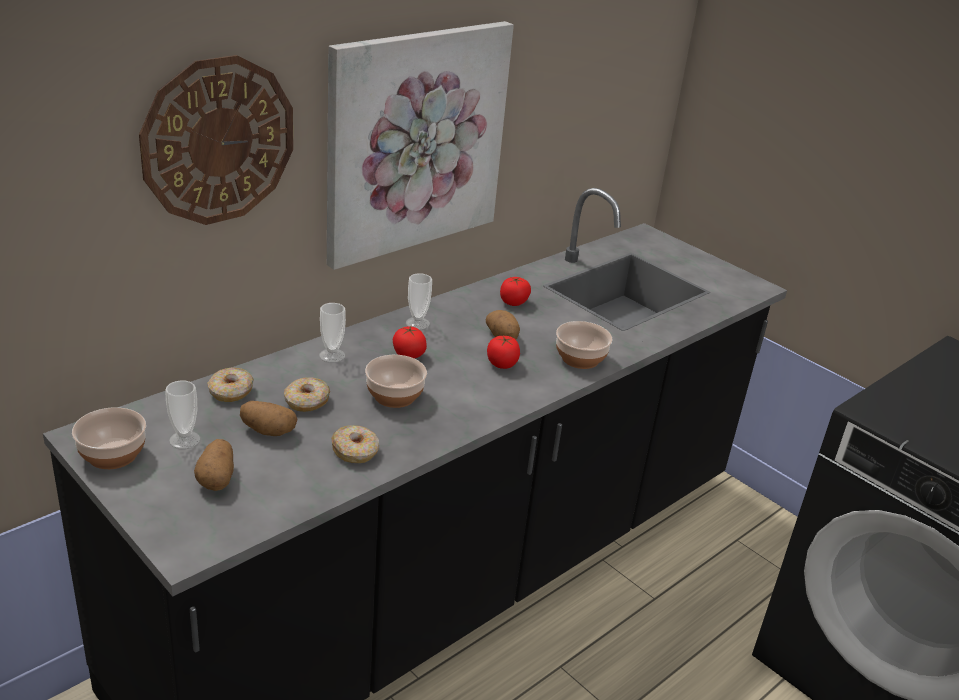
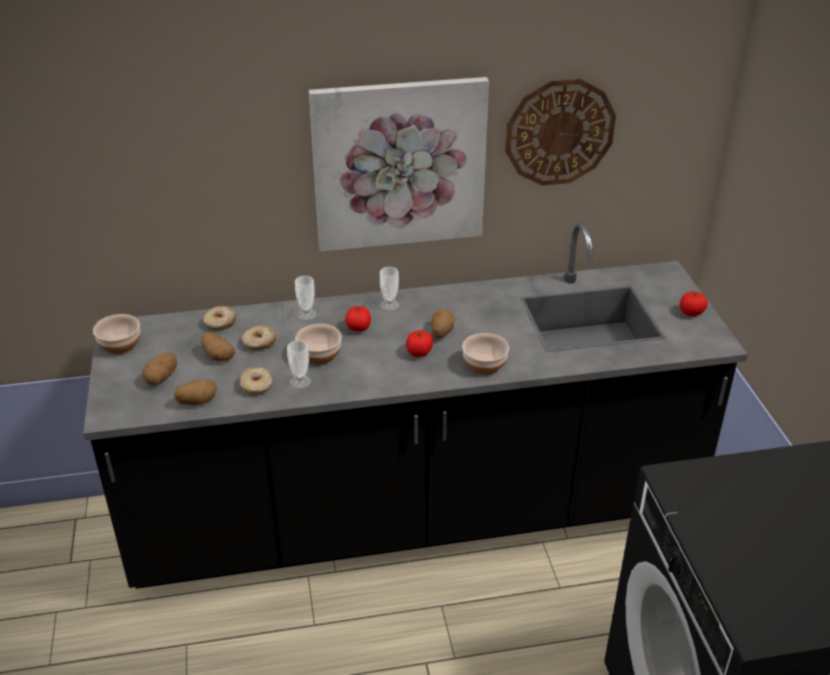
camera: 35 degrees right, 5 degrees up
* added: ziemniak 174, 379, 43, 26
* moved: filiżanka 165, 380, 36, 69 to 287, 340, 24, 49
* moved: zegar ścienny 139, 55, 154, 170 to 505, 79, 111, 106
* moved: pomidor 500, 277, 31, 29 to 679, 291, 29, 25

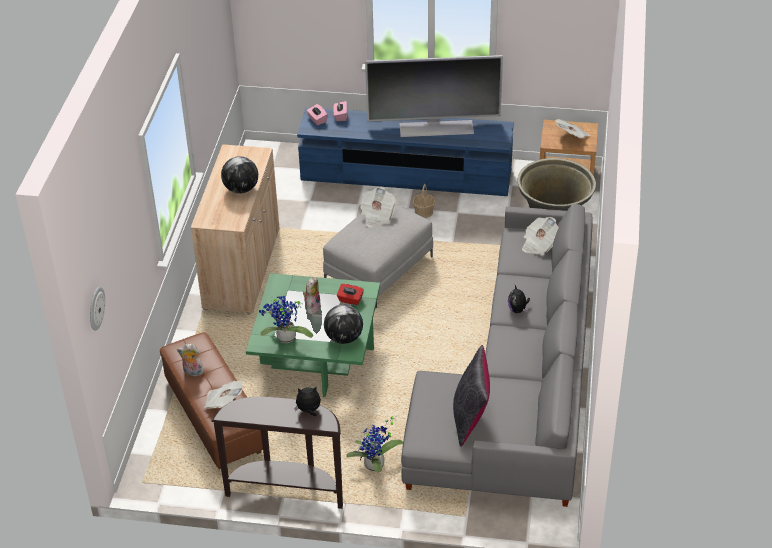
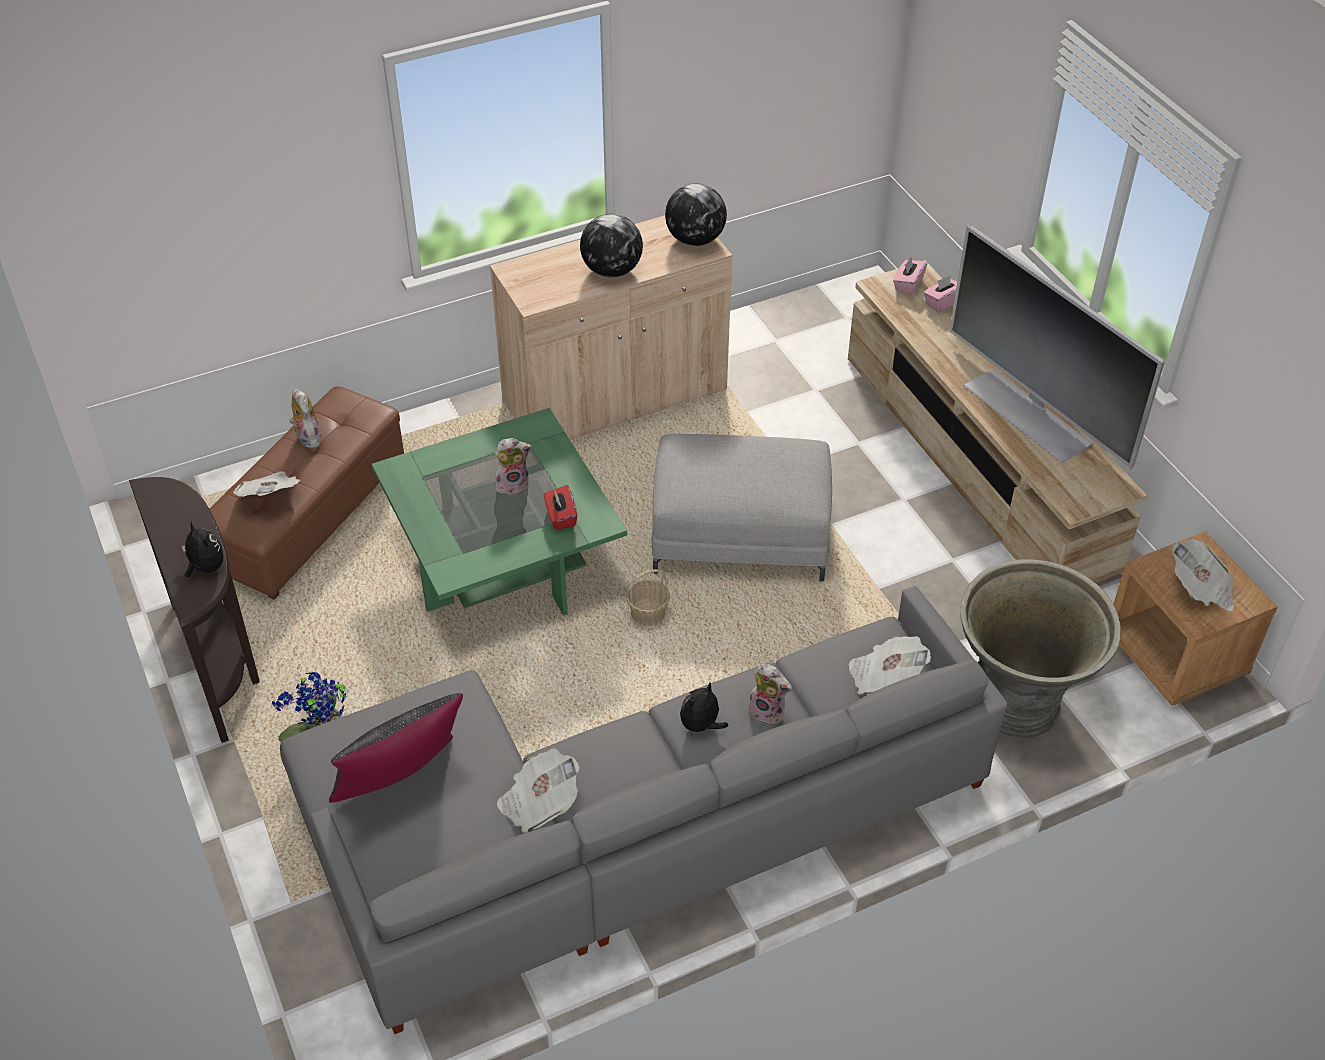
camera: 55 degrees right, 5 degrees up
* moved: gazeta 360, 187, 36, 40 to 497, 749, 83, 84
* moved: koszyk 413, 184, 22, 34 to 626, 569, 44, 57
* moved: globus 324, 305, 39, 39 to 665, 183, 62, 63
* added: pluszak 748, 664, 44, 62
* recoloured: szafka pod telewizor/niebieski 297, 107, 217, 89 to szafka pod telewizor/beżowy 848, 260, 299, 323
* removed: zegar ścienny 90, 287, 15, 44
* removed: roślina doniczkowa 259, 296, 54, 47

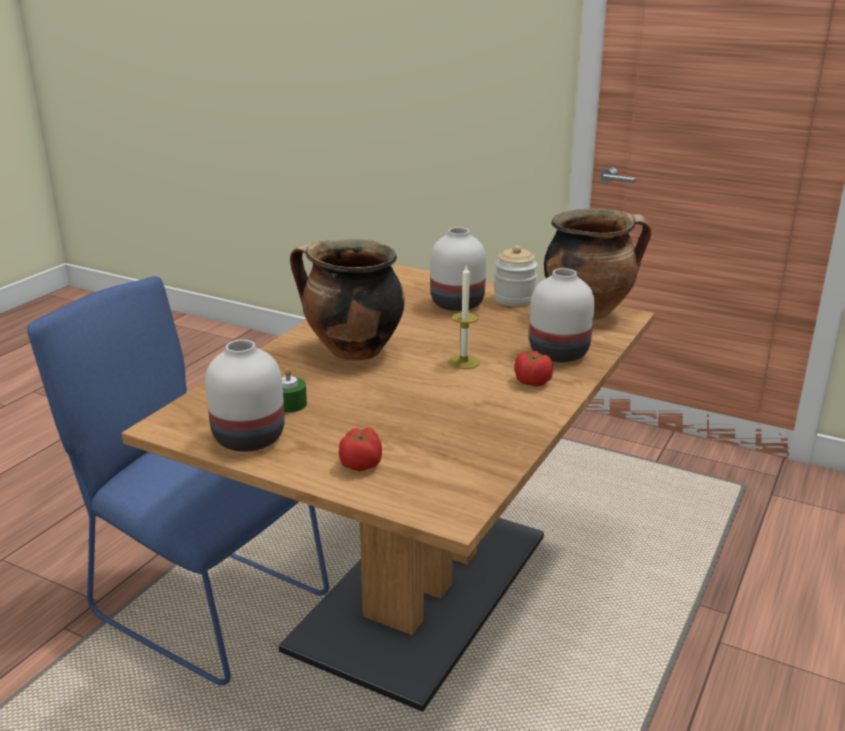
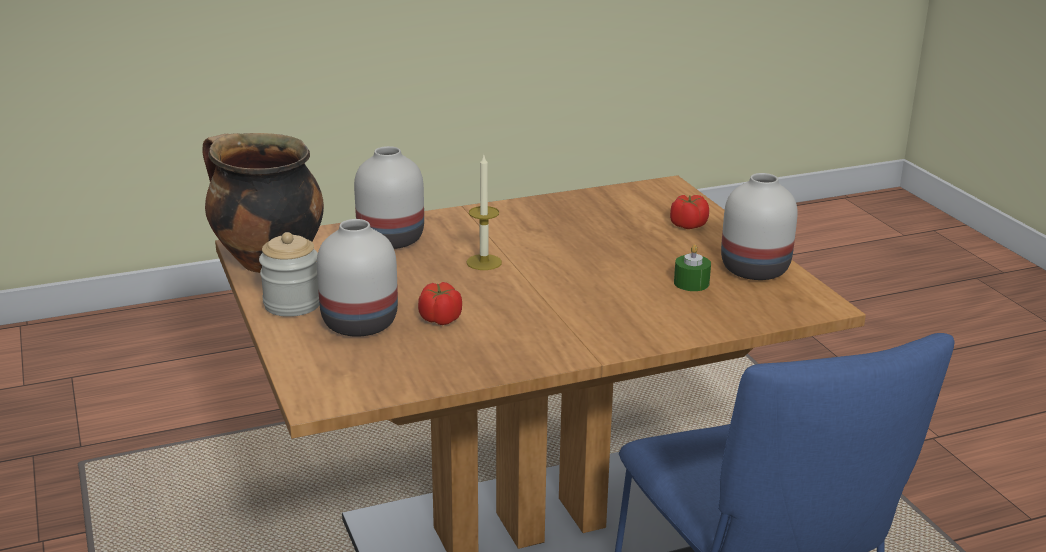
camera: 140 degrees left, 0 degrees up
* moved: pomidor 514, 351, 39, 35 to 418, 282, 44, 43
* removed: garnek 290, 239, 115, 121

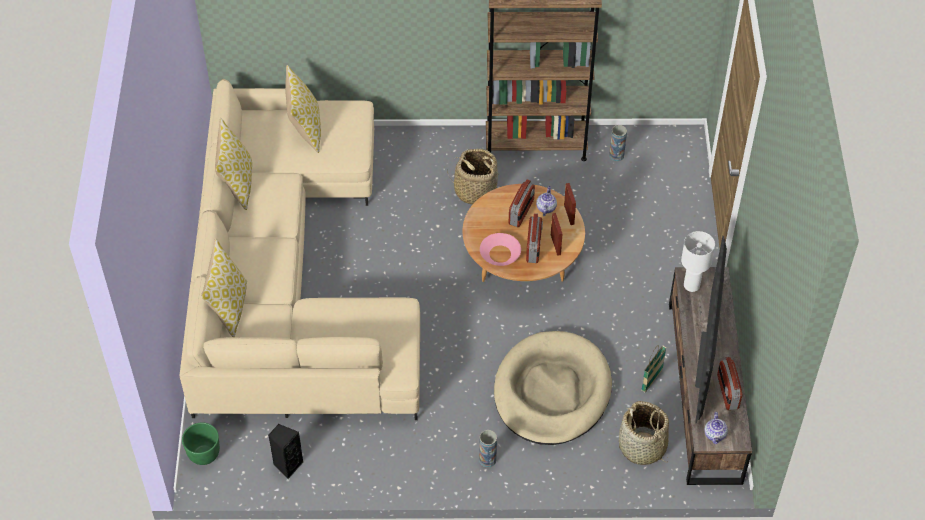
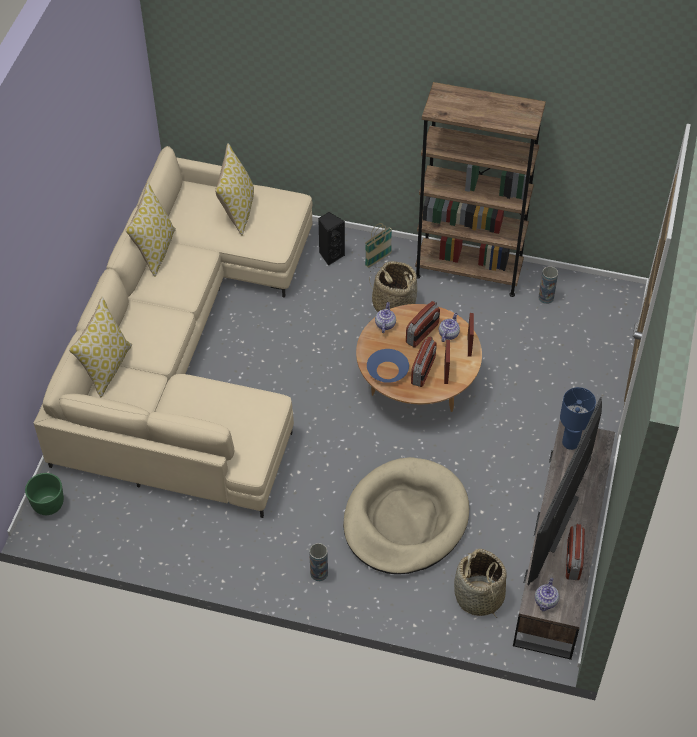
camera: 15 degrees right, 0 degrees up
* moved: głośnik/czarny 268, 424, 35, 55 to 318, 212, 27, 54
* moved: koszyk 641, 345, 26, 47 to 365, 223, 27, 45
* recoloured: miska/różowy 480, 233, 41, 33 to miska/niebieski 367, 349, 42, 34
* added: imbryk 375, 302, 21, 31
* recoloured: lampa stołowa/biały 681, 231, 34, 61 to lampa stołowa/niebieski 560, 387, 36, 63

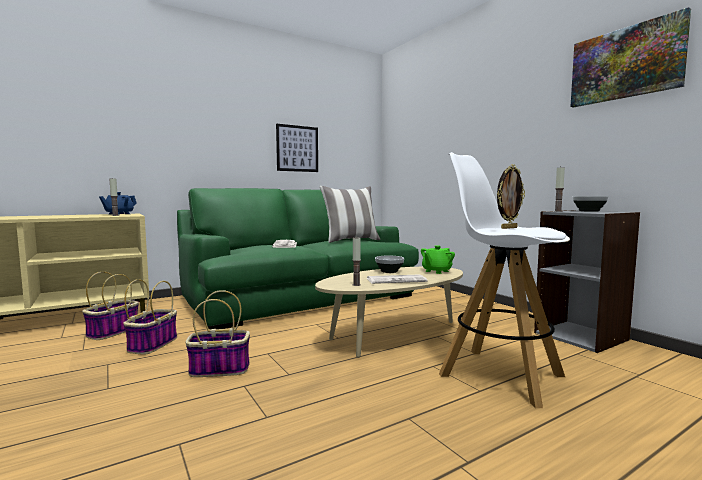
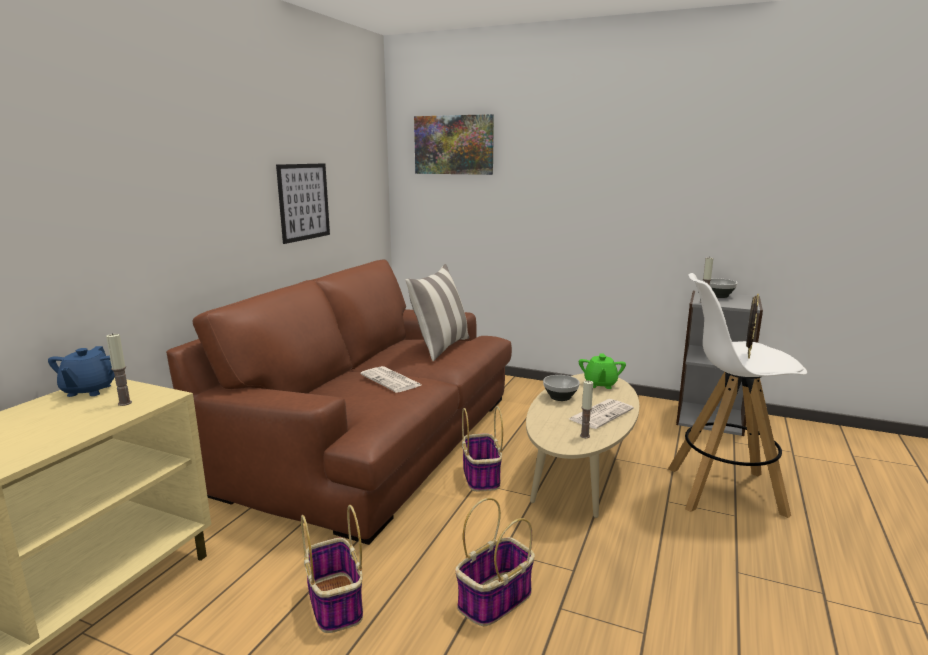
camera: 35 degrees left, 10 degrees up
* recoloured: kanapa/zielony 177, 188, 242, 141 to kanapa/brązowy 166, 260, 346, 285
* moved: obraz 570, 7, 121, 100 to 414, 114, 80, 61
* moved: koszyk 82, 272, 57, 68 to 462, 406, 41, 85

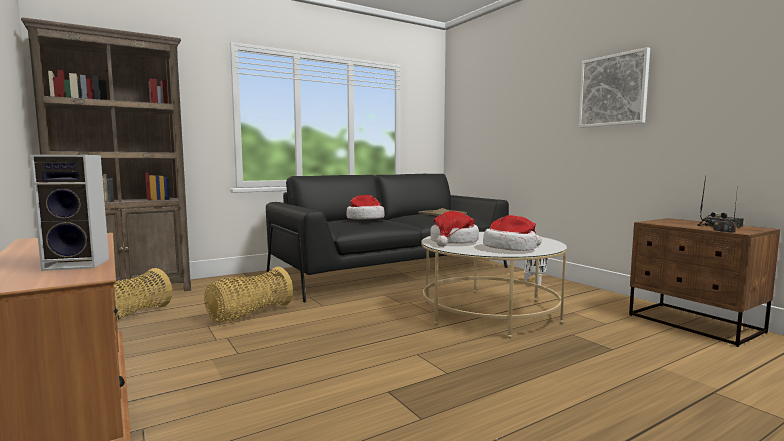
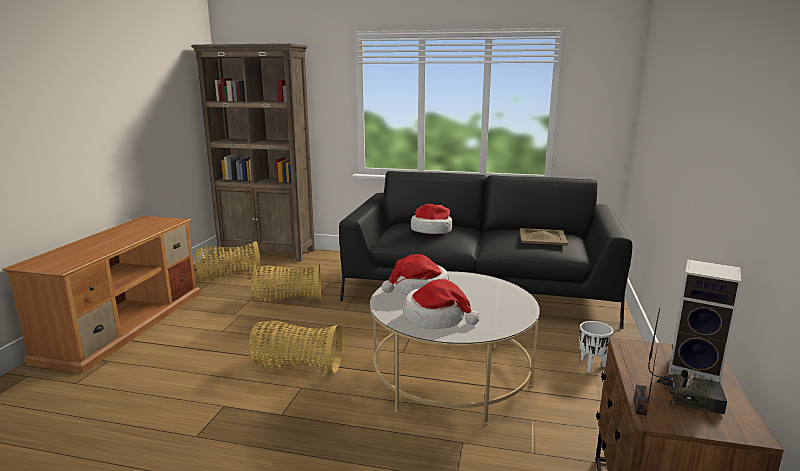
camera: 45 degrees right, 10 degrees up
* added: koszyk 248, 321, 95, 52
* moved: głośnik 29, 154, 80, 117 to 668, 259, 73, 124
* removed: obraz 579, 47, 71, 81

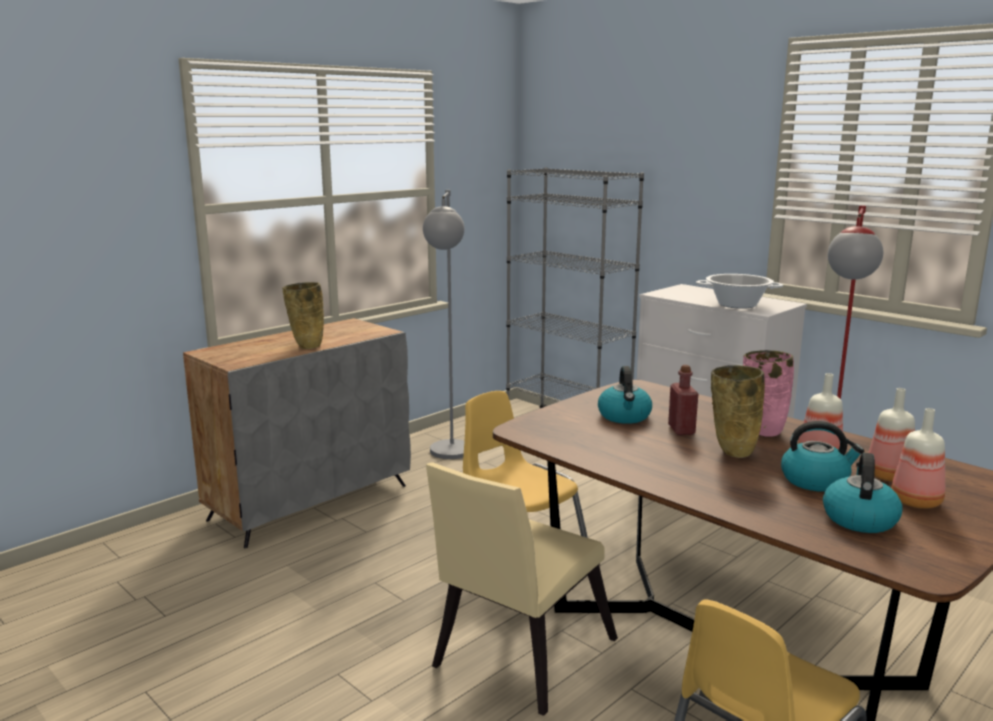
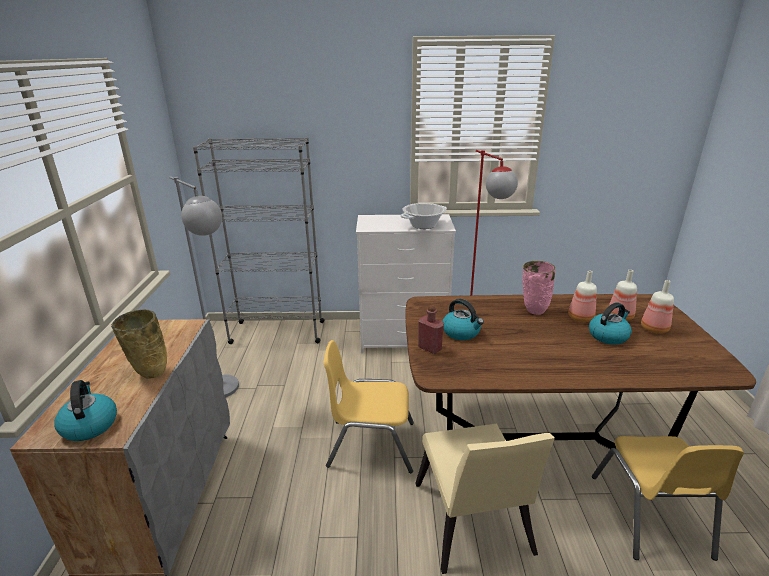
camera: 45 degrees left, 10 degrees up
* moved: czajnik 823, 453, 80, 80 to 54, 380, 63, 61
* moved: butelka/czerwony 668, 365, 30, 70 to 418, 305, 26, 49
* removed: wazon/beżowy 711, 365, 54, 93

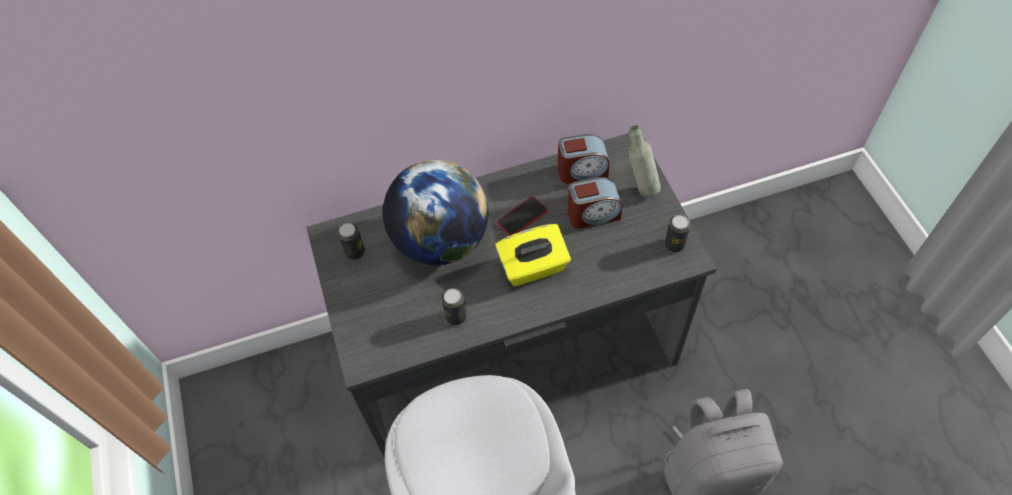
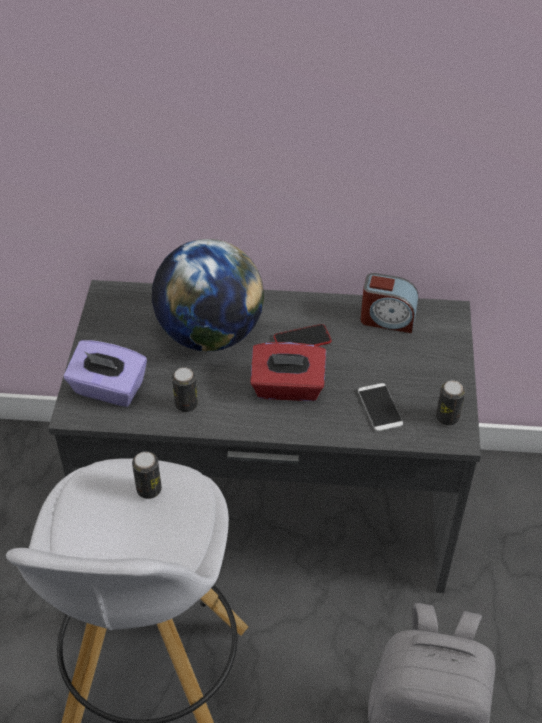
camera: 20 degrees right, 10 degrees down
* added: pudełko chusteczek/fioletowy 64, 340, 83, 67
* moved: puszka 337, 223, 28, 37 to 132, 452, 30, 47
* recoloured: pudełko chusteczek/żółty 495, 224, 76, 62 to pudełko chusteczek/czerwony 250, 342, 76, 59
* added: telefon 358, 383, 45, 48
* removed: budzik 568, 177, 54, 52
* removed: butelka/szary 628, 125, 33, 73

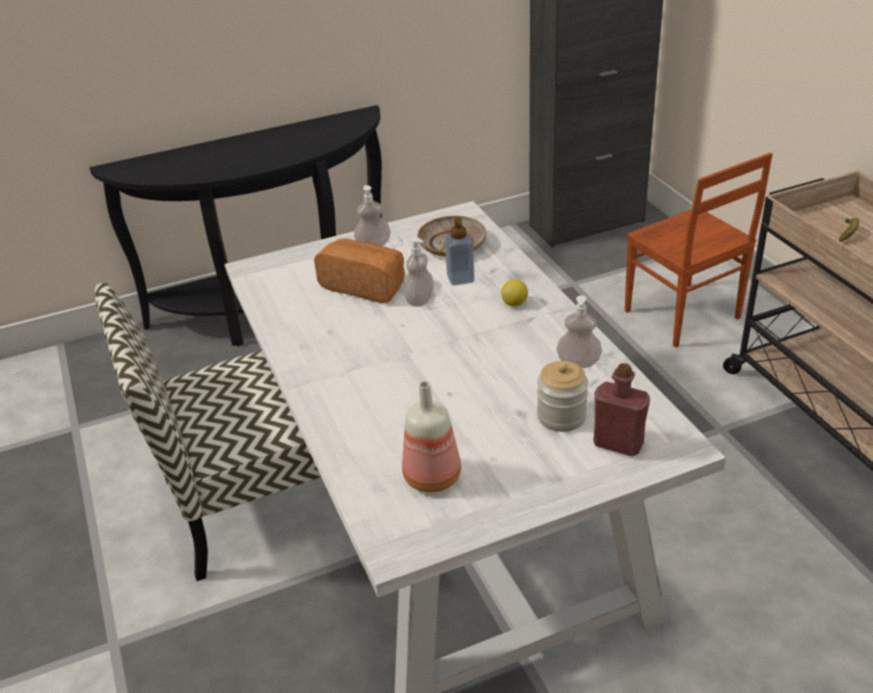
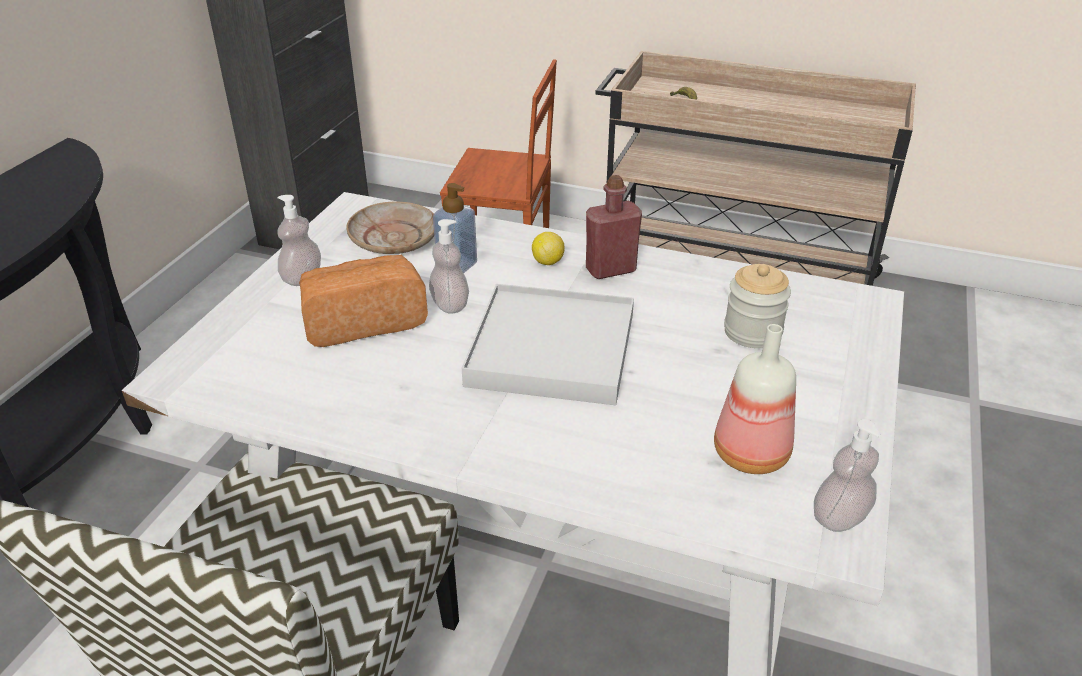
camera: 50 degrees left, 0 degrees up
* added: taca/biały 462, 284, 172, 121
* moved: butelka/czerwony 593, 363, 57, 94 to 586, 175, 56, 104
* moved: dozownik mydła 557, 295, 45, 73 to 814, 419, 67, 113

